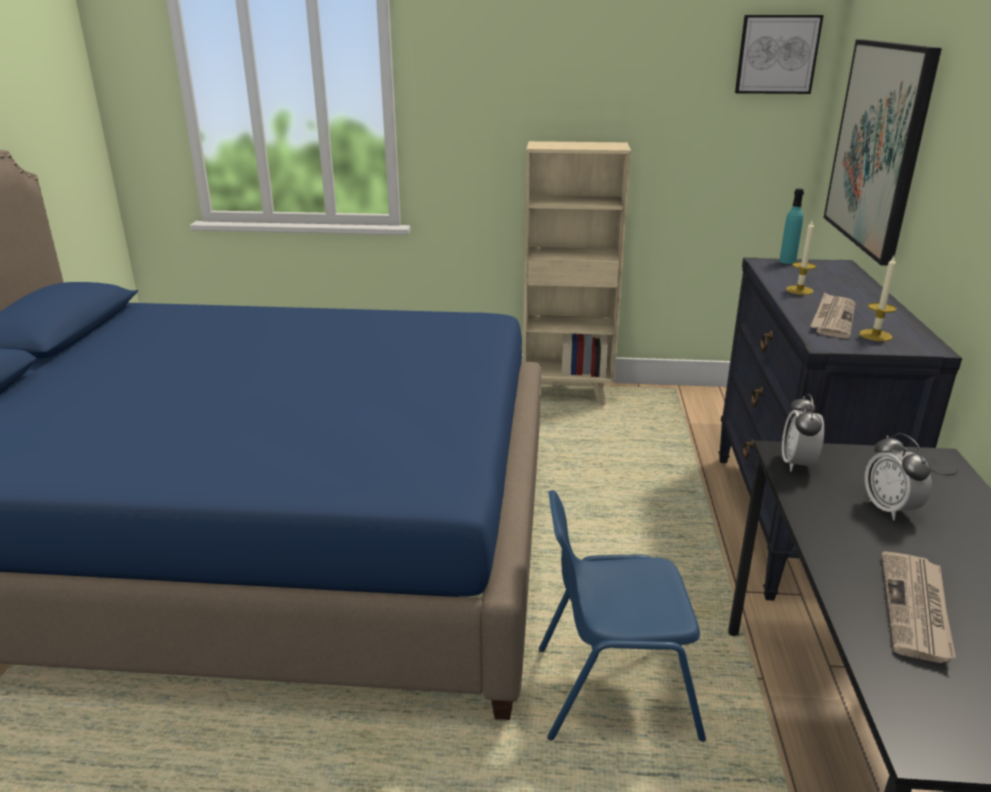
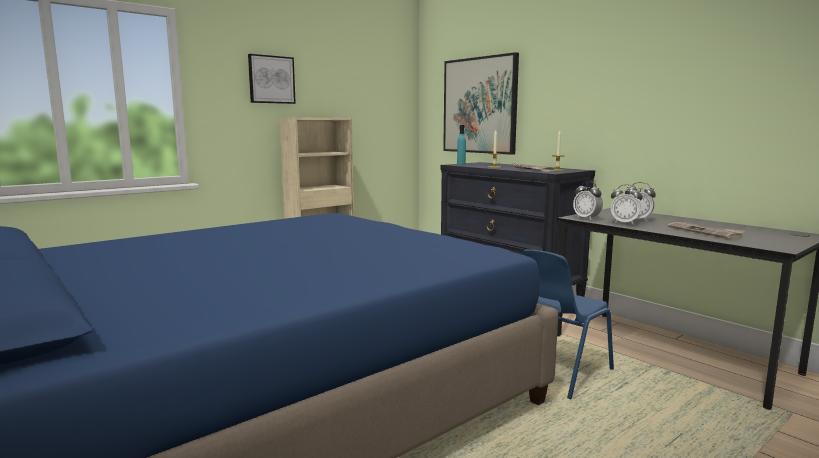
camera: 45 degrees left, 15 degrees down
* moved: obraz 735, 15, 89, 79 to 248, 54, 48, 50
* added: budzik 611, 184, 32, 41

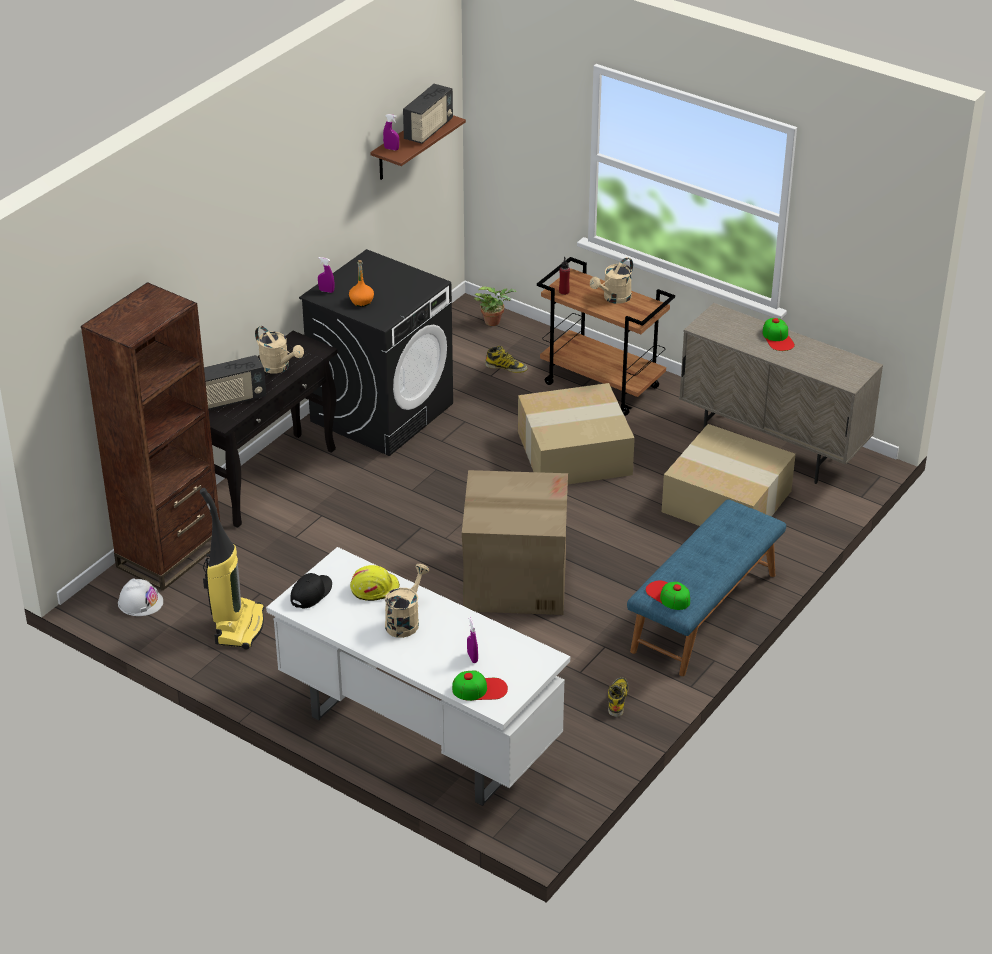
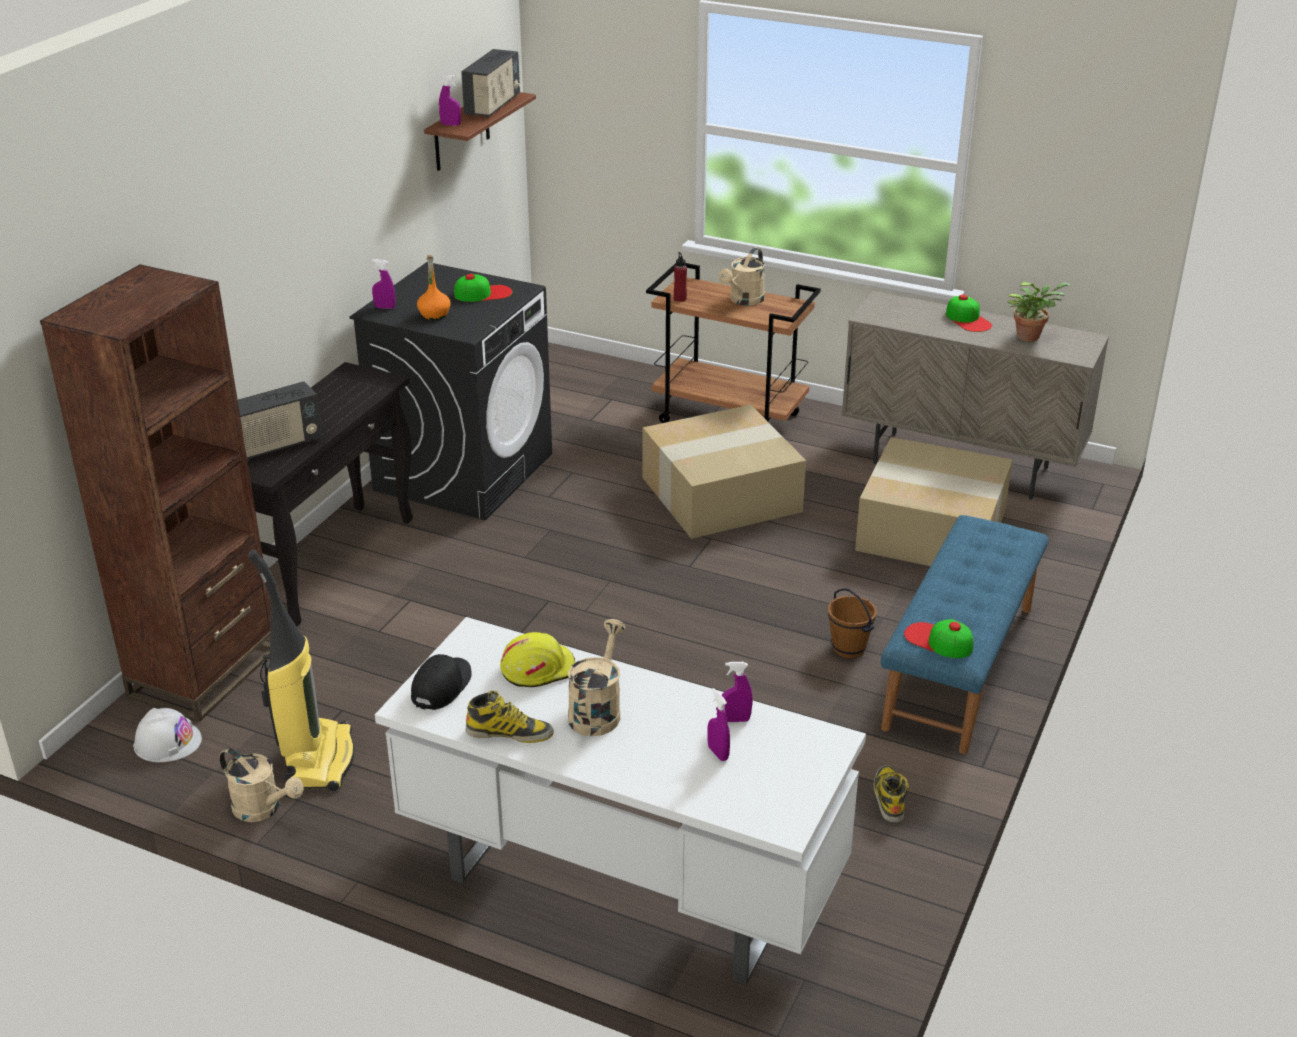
camera: 10 degrees left, 5 degrees down
* moved: konewka/beżowy 255, 326, 49, 47 to 219, 748, 85, 74
* moved: czapka z daszkiem 452, 670, 56, 31 to 454, 274, 58, 28
* moved: but z cholewką 485, 346, 43, 27 to 466, 691, 88, 52
* added: spryskiwacz/fioletowy 722, 662, 31, 60
* added: wiadro/brązowy 828, 588, 49, 70
* moved: roślina doniczkowa 474, 286, 43, 40 to 1007, 282, 65, 60
* removed: karton 462, 470, 106, 145

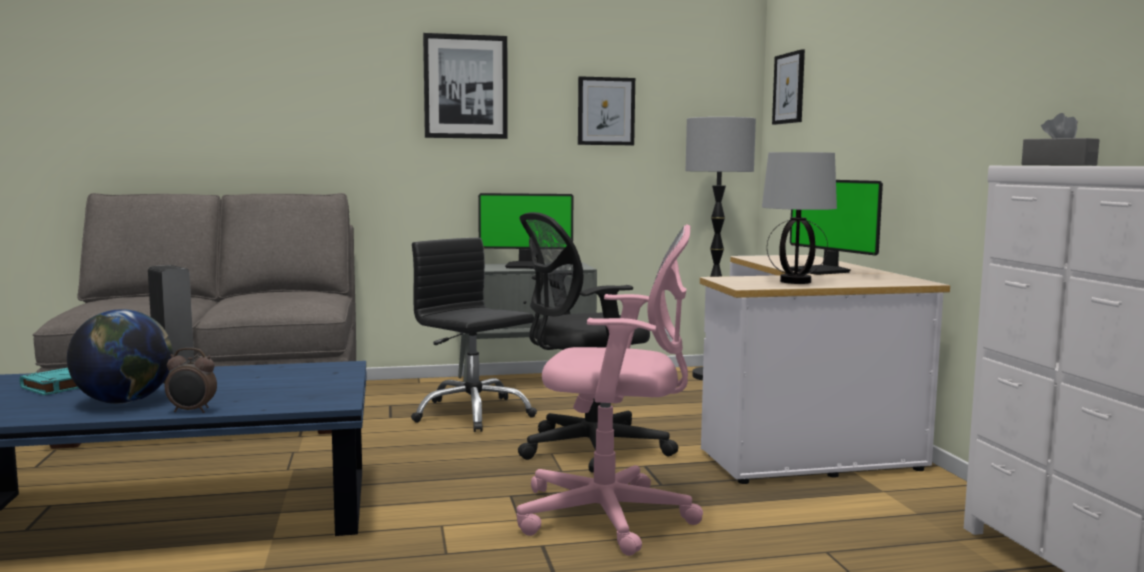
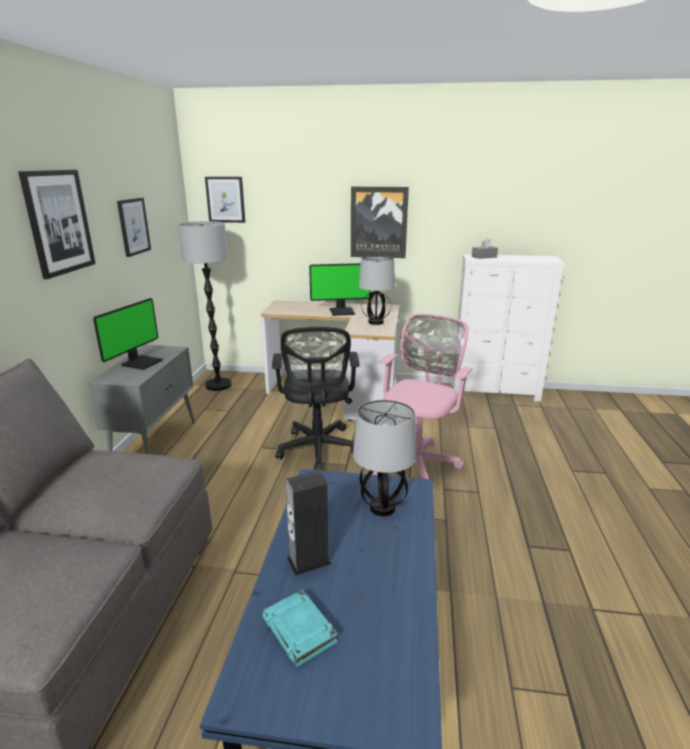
camera: 70 degrees left, 15 degrees up
* added: obraz 351, 187, 58, 71
* added: lampa stołowa 353, 400, 63, 116
* removed: globus 67, 309, 106, 95
* removed: budzik 165, 348, 52, 65
* removed: krzesło biurowe/czarny 411, 238, 126, 194

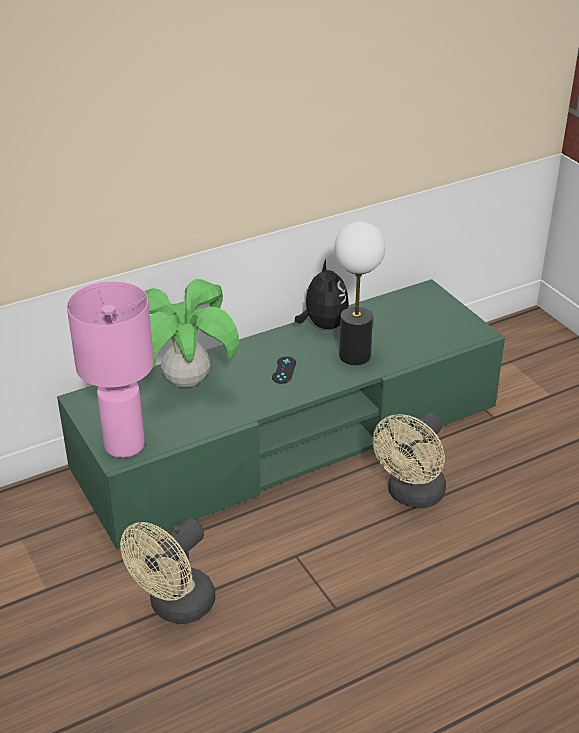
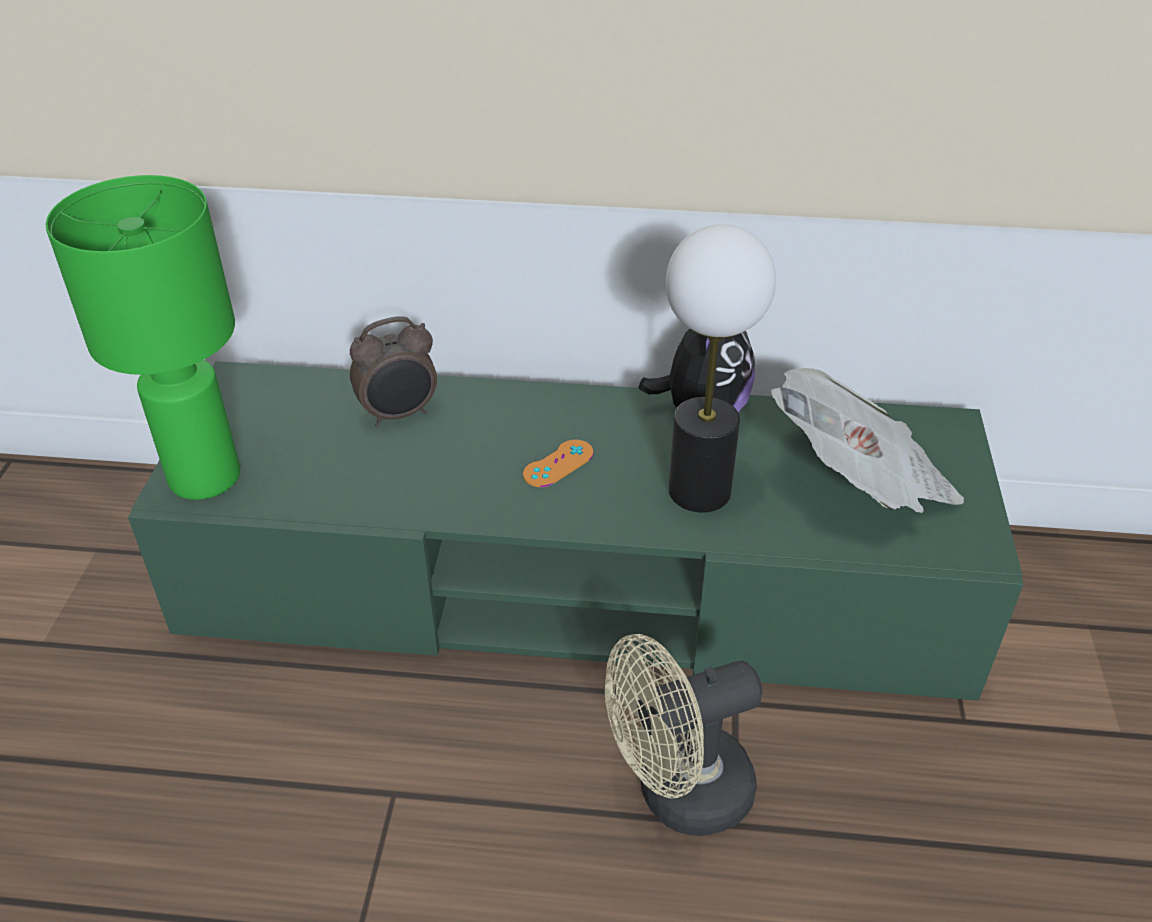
camera: 35 degrees right, 5 degrees up
* recoloured: lampa stołowa/różowy 67, 281, 87, 177 to lampa stołowa/zielony 46, 175, 194, 325
* replaced: roślina doniczkowa 145, 279, 94, 108 to budzik 350, 317, 87, 110
* recoloured: pad do gier/czarny 272, 356, 24, 28 to pad do gier/pomarańczowy 523, 440, 71, 47
* added: gazeta 771, 368, 193, 145
* removed: wentylator/beżowy 120, 518, 96, 106

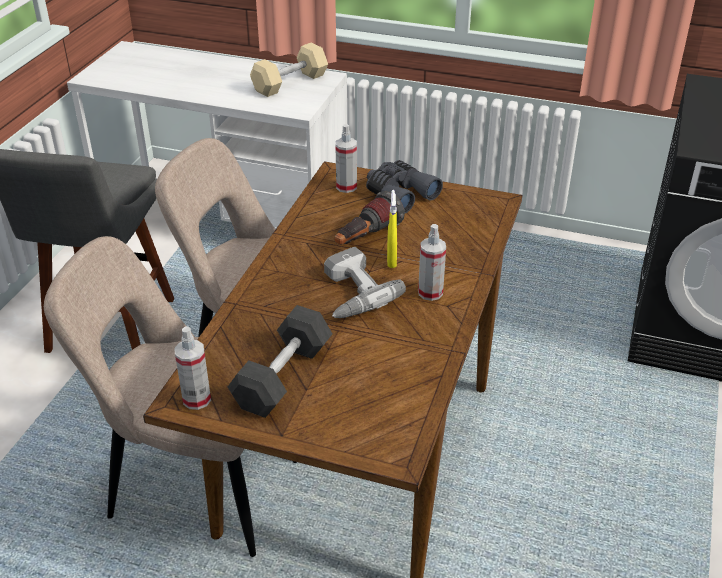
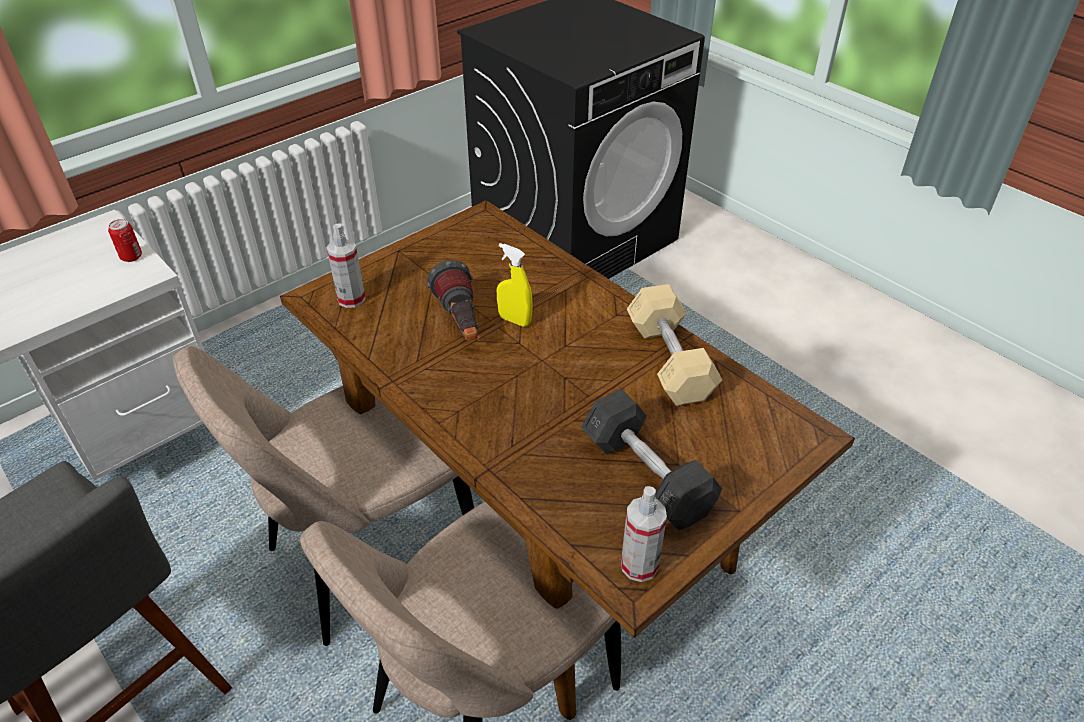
camera: 60 degrees left, 5 degrees up
* added: puszka 108, 219, 34, 43
* moved: hantel/beżowy 250, 43, 78, 54 to 627, 284, 95, 122
* removed: wiertarka 324, 247, 82, 71
* removed: lornetka/szary 366, 160, 77, 53
* removed: spryskiwacz 418, 224, 28, 77

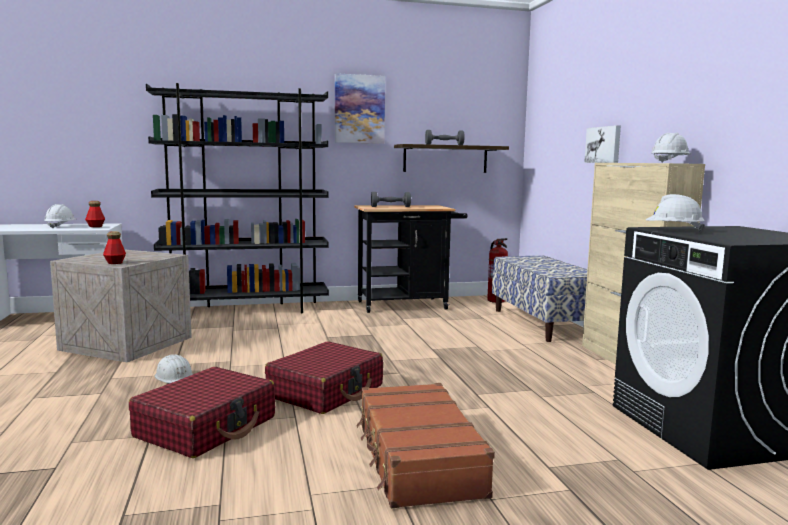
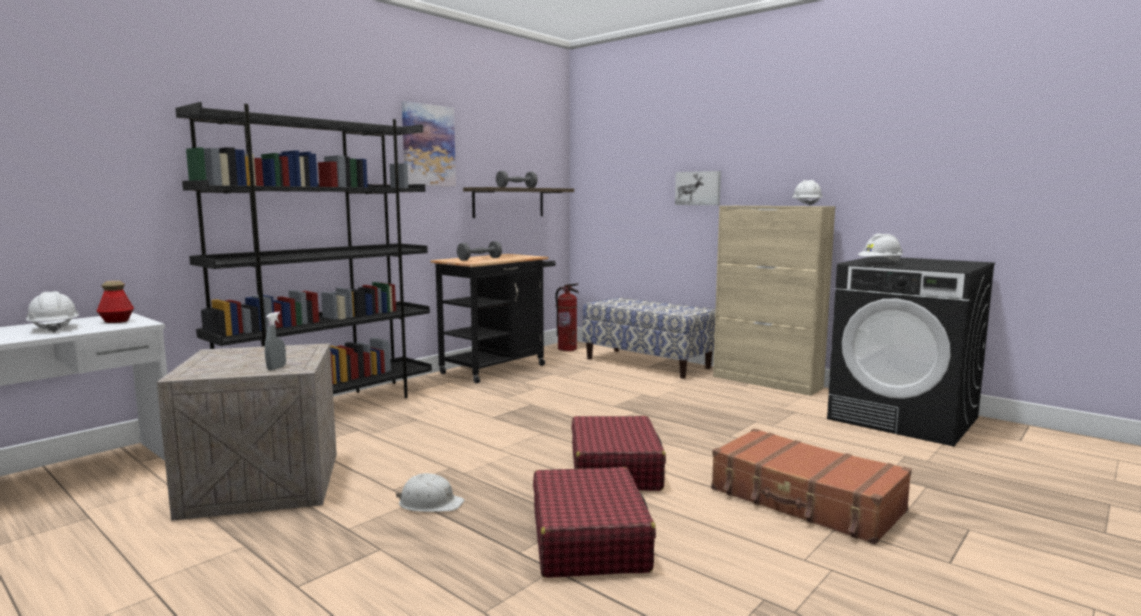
camera: 35 degrees left, 0 degrees up
* replaced: butelka 103, 231, 23, 33 to spryskiwacz/szary 265, 312, 21, 58

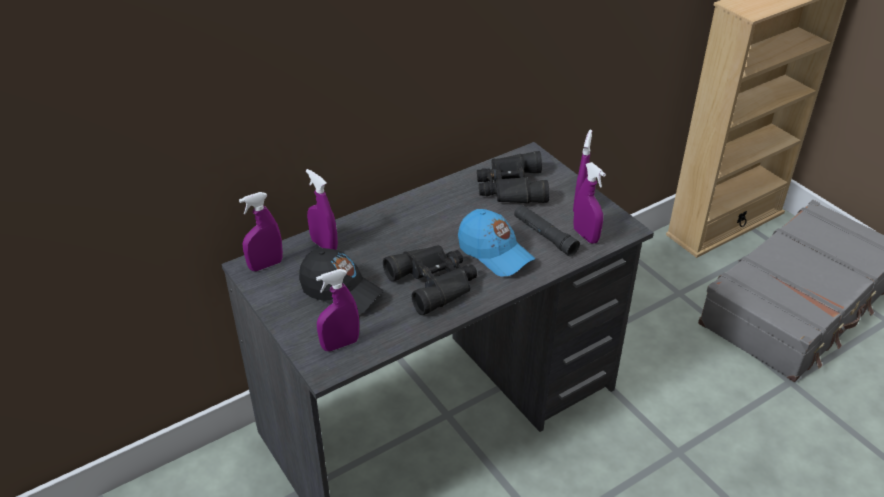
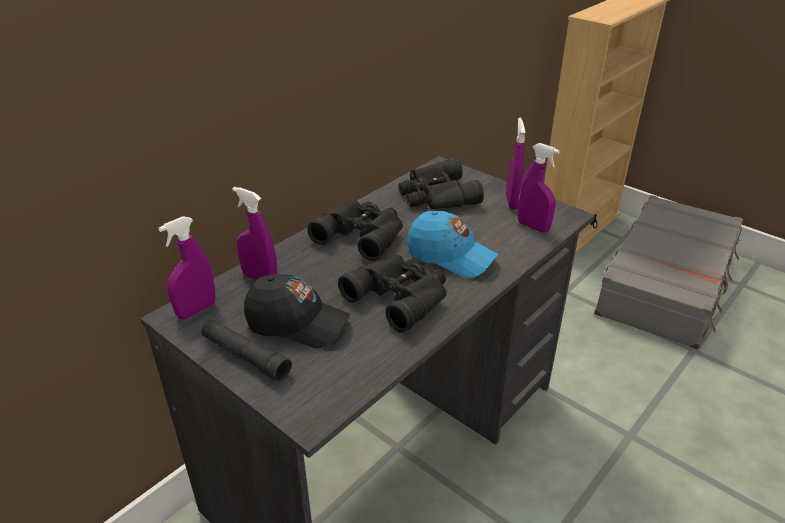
camera: 15 degrees left, 5 degrees down
* moved: latarka/czarny 514, 205, 66, 51 to 201, 320, 91, 62
* added: lornetka/czarny 307, 199, 96, 62
* removed: spryskiwacz/fioletowy 316, 269, 43, 82

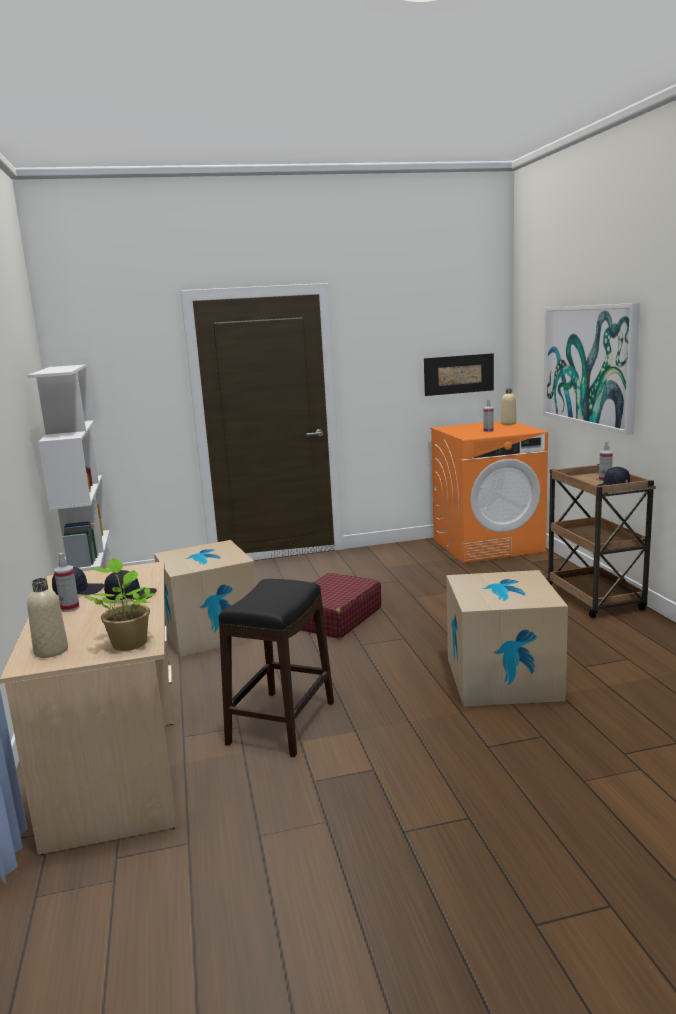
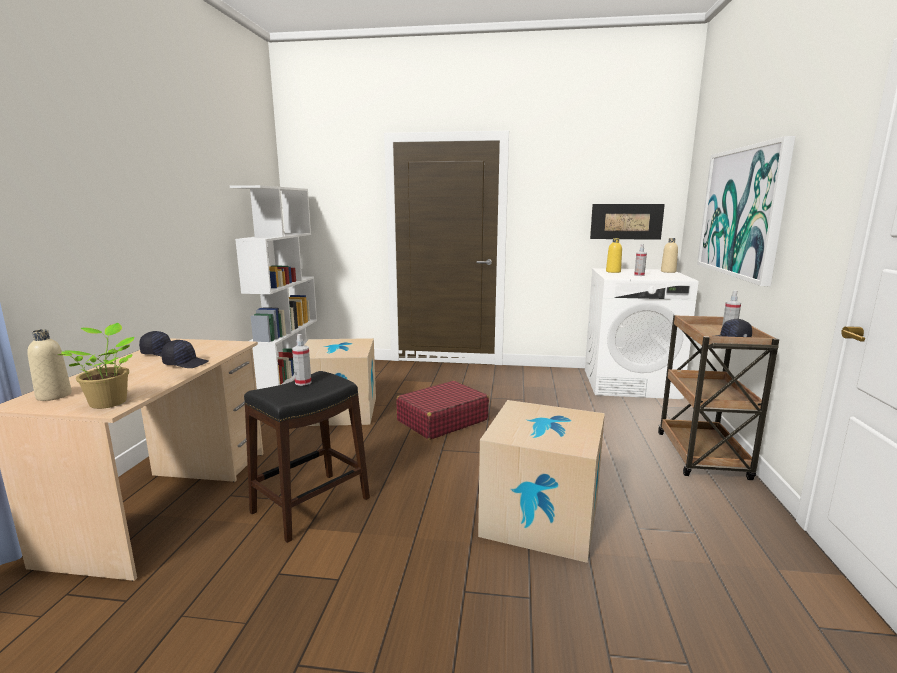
camera: 20 degrees right, 0 degrees up
* moved: spryskiwacz 54, 553, 25, 59 to 292, 334, 19, 52
* recoloured: pralka/pomarańczowy 430, 421, 118, 142 to pralka/biały 585, 268, 113, 131
* added: butelka/żółty 606, 238, 16, 35

